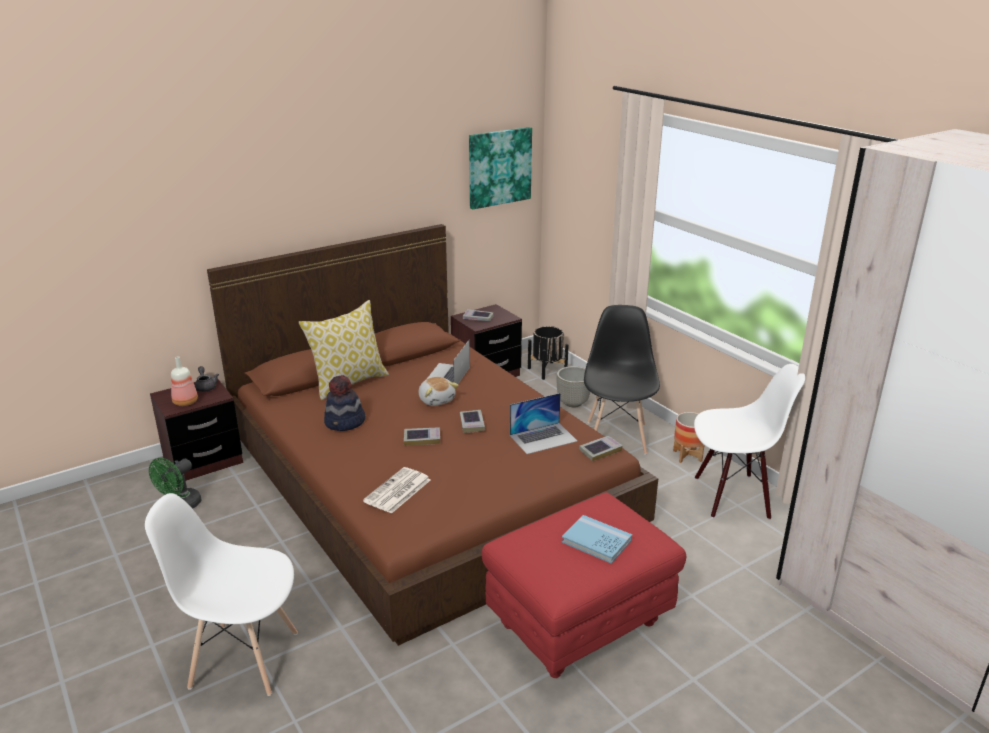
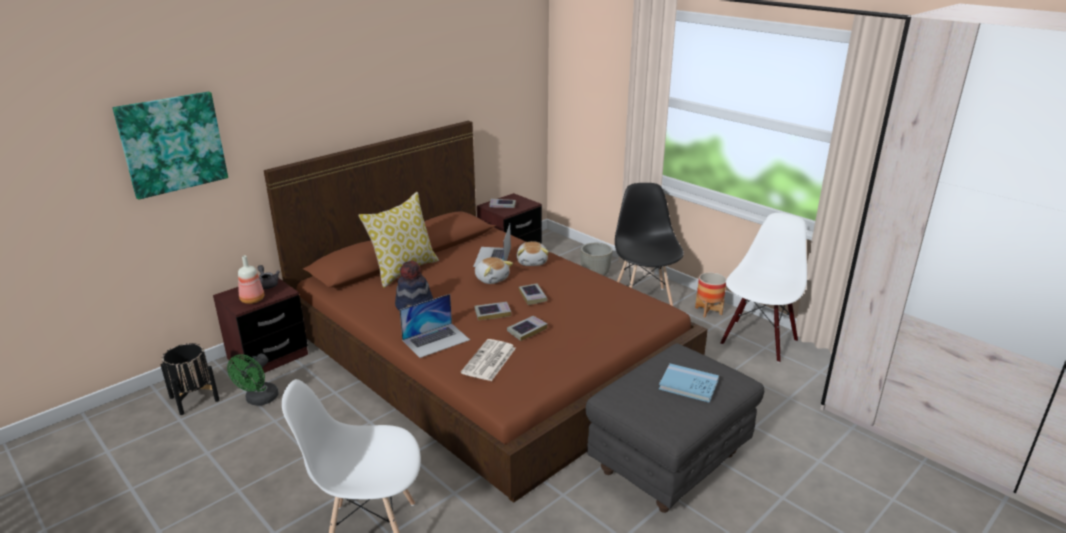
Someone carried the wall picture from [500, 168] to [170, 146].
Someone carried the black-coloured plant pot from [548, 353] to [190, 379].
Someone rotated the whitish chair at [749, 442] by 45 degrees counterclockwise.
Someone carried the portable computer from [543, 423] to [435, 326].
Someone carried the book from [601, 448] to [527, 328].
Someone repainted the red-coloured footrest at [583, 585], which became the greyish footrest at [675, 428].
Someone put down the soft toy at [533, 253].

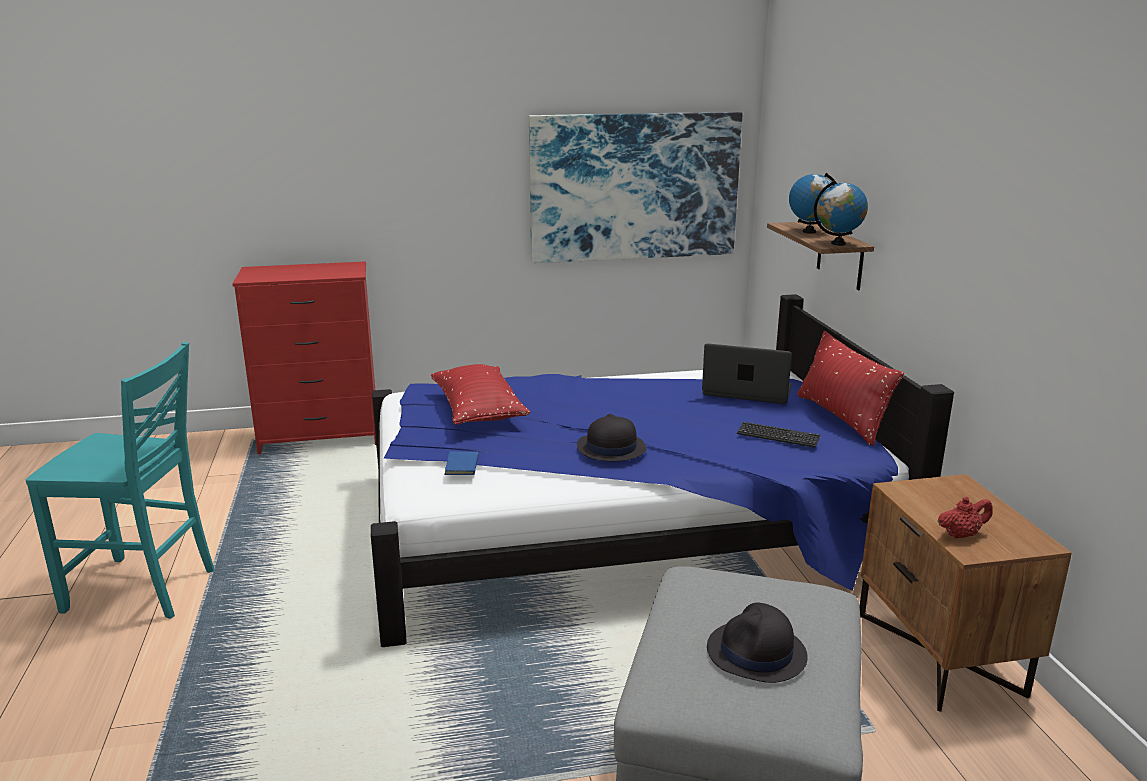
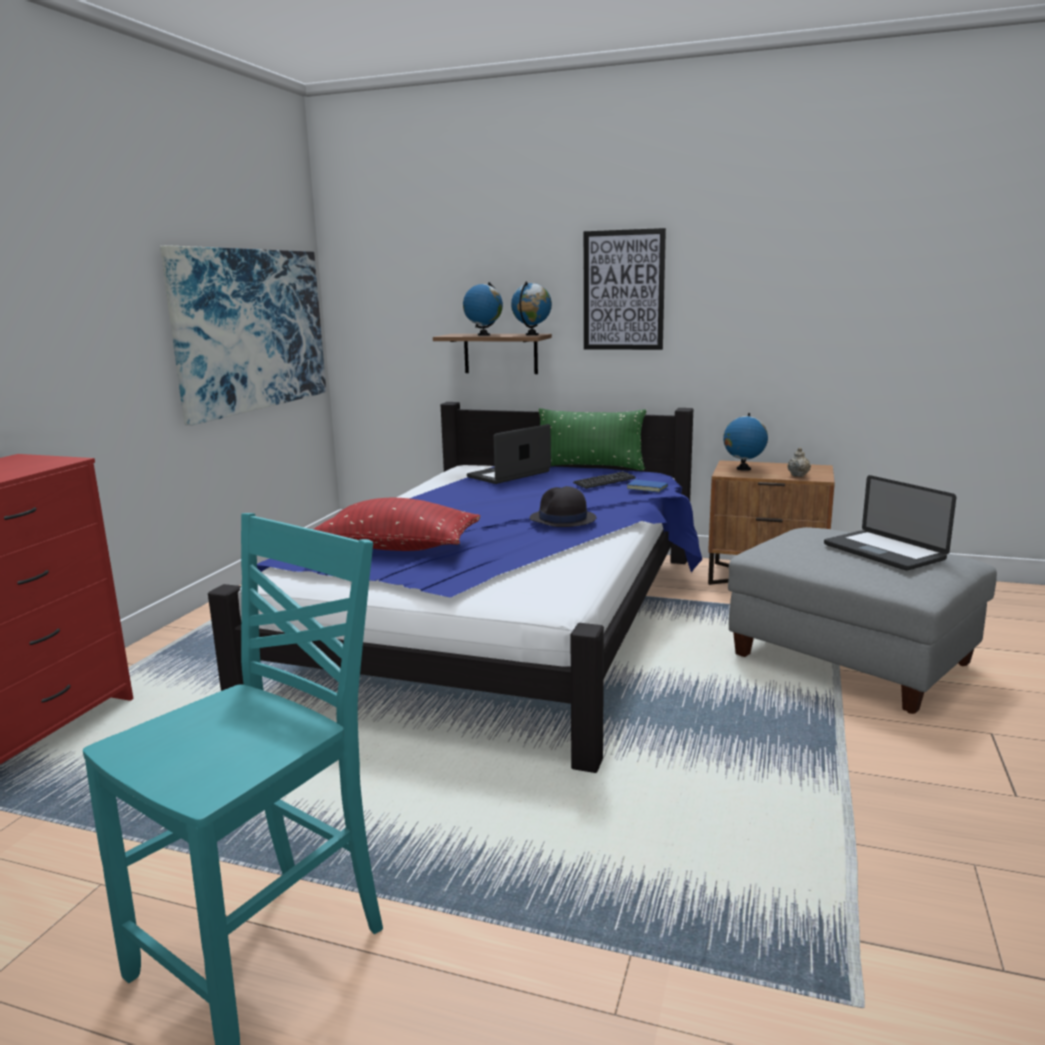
Someone repainted the red-coloured throw pillow at [850, 388], which became the greenish throw pillow at [592, 439].
Someone carried the blue-coloured book from [465, 463] to [647, 485].
Someone repainted the red-coloured tea pot at [965, 518], which became the beige tea pot at [799, 462].
Someone swapped the black-coloured clothing hat at [757, 643] for the portable computer at [890, 523].
Someone put up the wall picture at [625, 289].
Someone put down the globe at [745, 442].

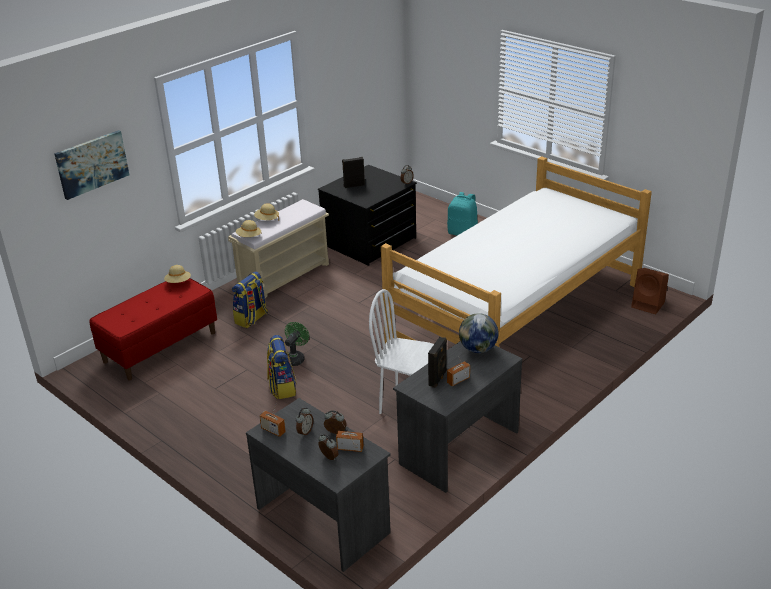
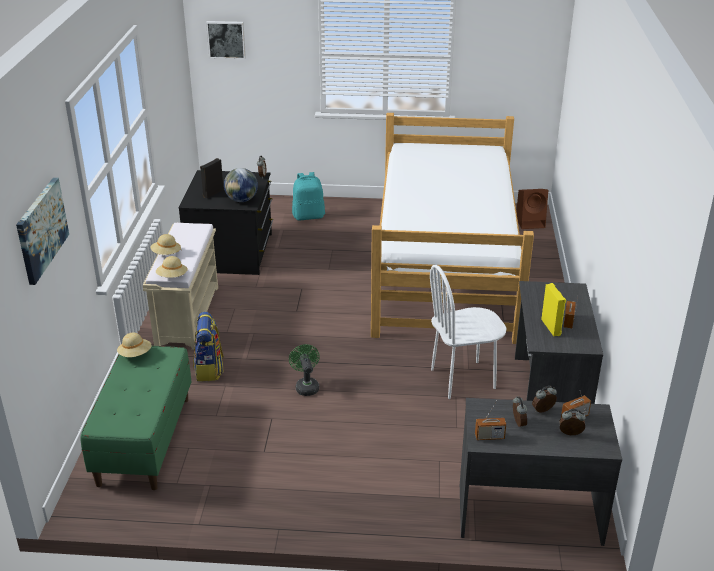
Someone repainted the red-coloured long seat at [153, 329], which became the greenish long seat at [136, 418].
Someone carried the globe from [478, 333] to [241, 185].
Someone took away the knapsack at [282, 367].
Someone repainted the black-coloured loudspeaker at [437, 362], which became the yellow-coloured loudspeaker at [553, 309].
Someone put up the wall picture at [226, 40].

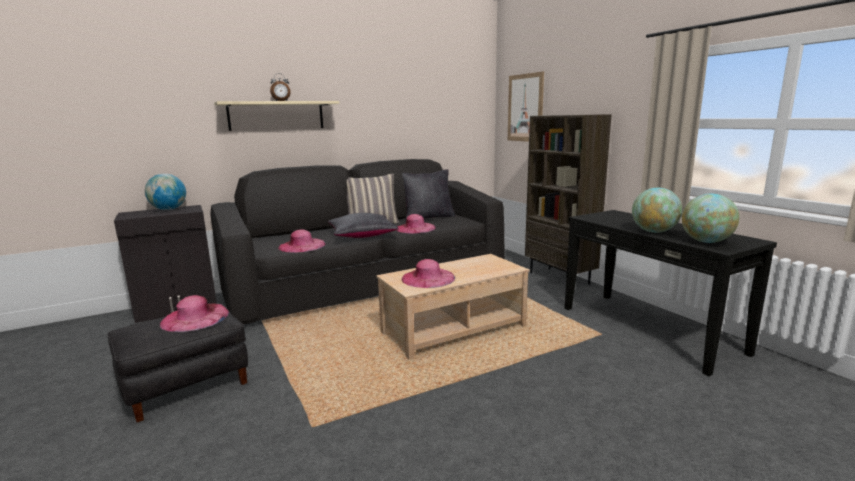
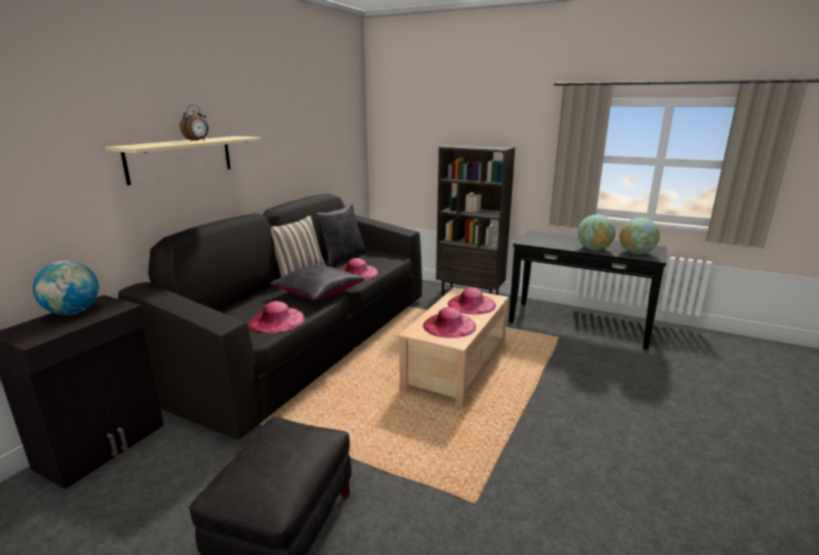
Someone took away the wall picture at [526, 106].
Someone carried the pink-coloured clothing hat from [194, 313] to [472, 301].

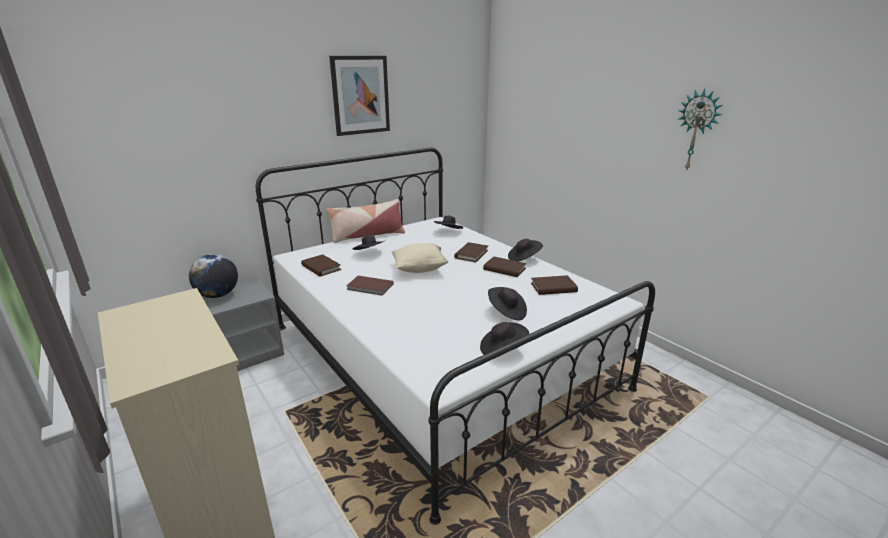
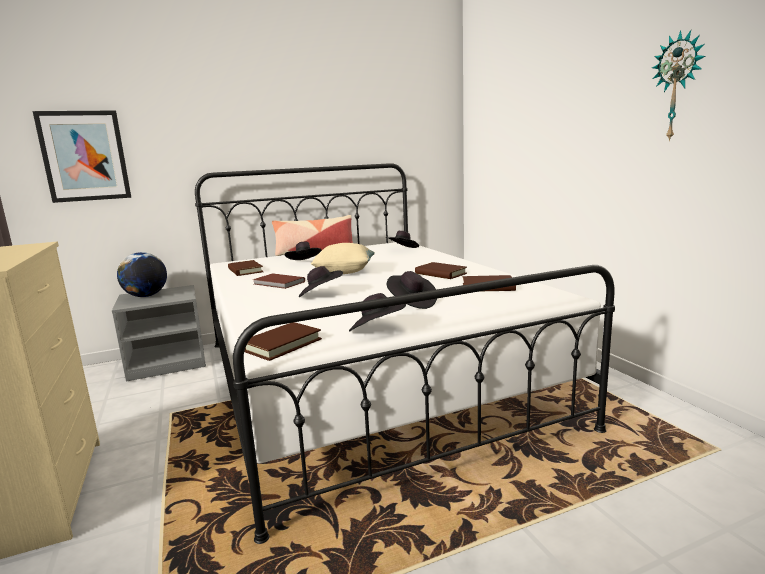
Someone carried the wall picture from [359, 96] to [81, 157].
Someone carried the black-coloured clothing hat from [525, 250] to [321, 281].
Someone carried the brown-coloured book from [471, 252] to [283, 341].

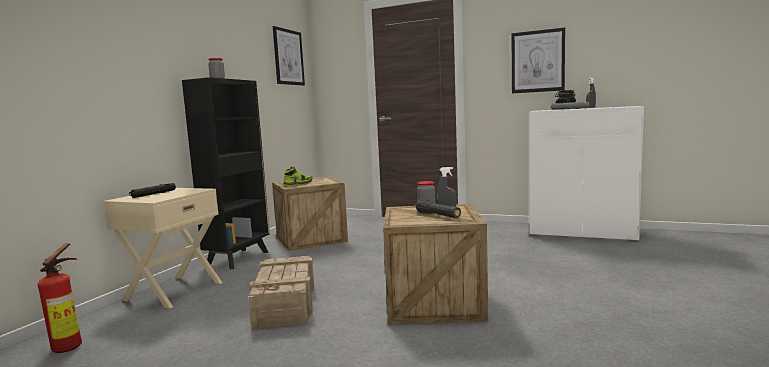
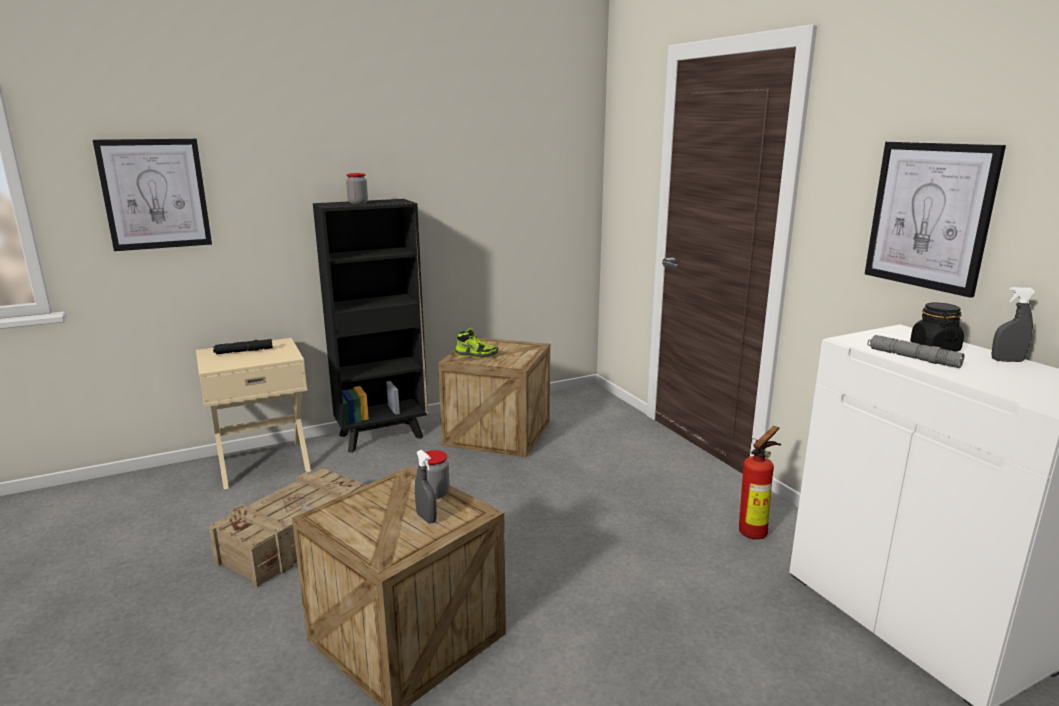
Someone carried the wall picture from [289, 56] to [152, 195].
Someone took away the black-coloured hand torch at [438, 208].
Someone carried the extinguisher from [60, 298] to [760, 482].

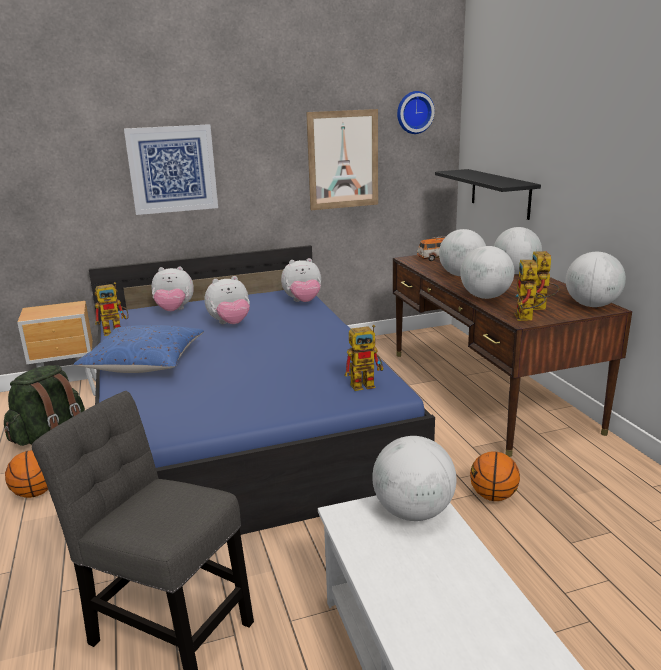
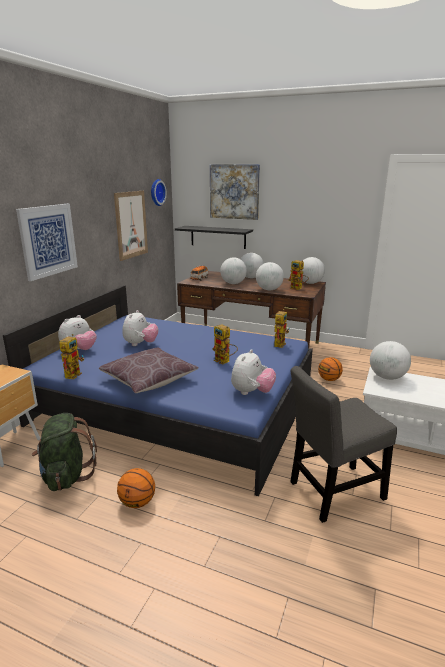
Someone carried the soft toy from [301, 280] to [253, 372].
Someone carried the model robot from [530, 290] to [225, 344].
Someone repainted the blue-coloured throw pillow at [138, 349], which became the brown-coloured throw pillow at [149, 370].
Someone put up the wall picture at [235, 192].

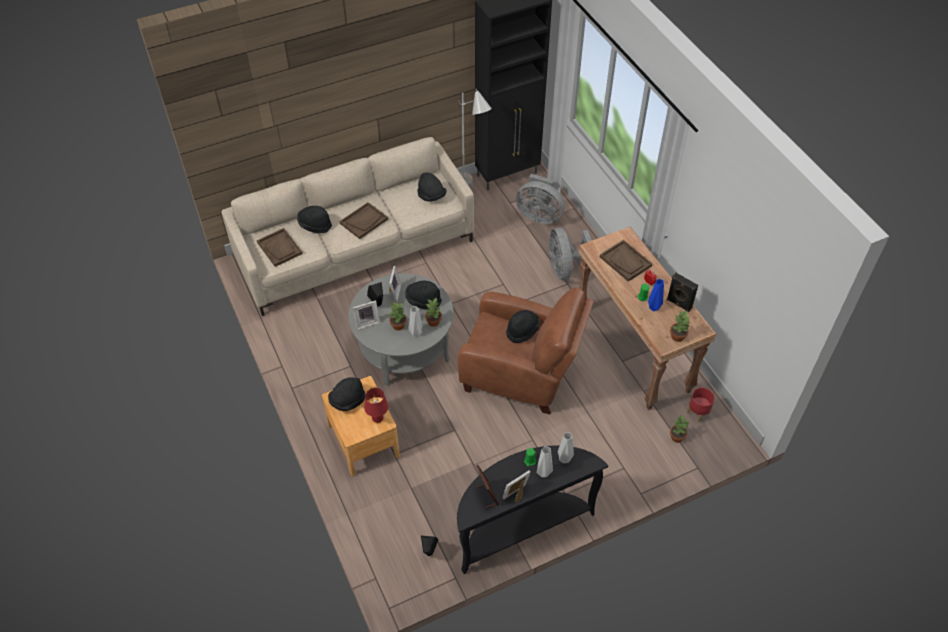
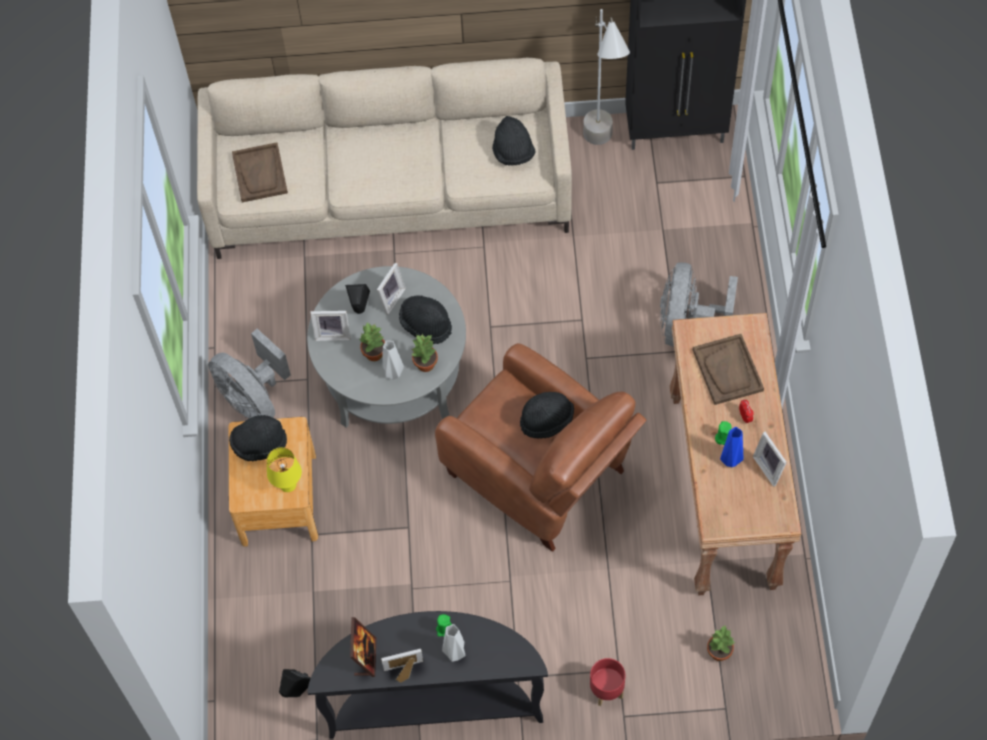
Someone carried the greyish cooling fan from [540, 199] to [249, 374].
Someone took away the brown-coloured carrying tray at [364, 220].
Someone took away the black-coloured clothing hat at [314, 220].
Someone swapped the black-coloured loudspeaker at [682, 292] for the picture frame at [770, 459].
Someone took away the houseplant at [680, 326].
Someone carried the red-coloured plant pot from [701, 405] to [608, 682].
Someone repainted the red-coloured lamp for a table at [376, 405], which became the yellow-coloured lamp for a table at [284, 469].
Someone took away the greyish vase at [566, 448].

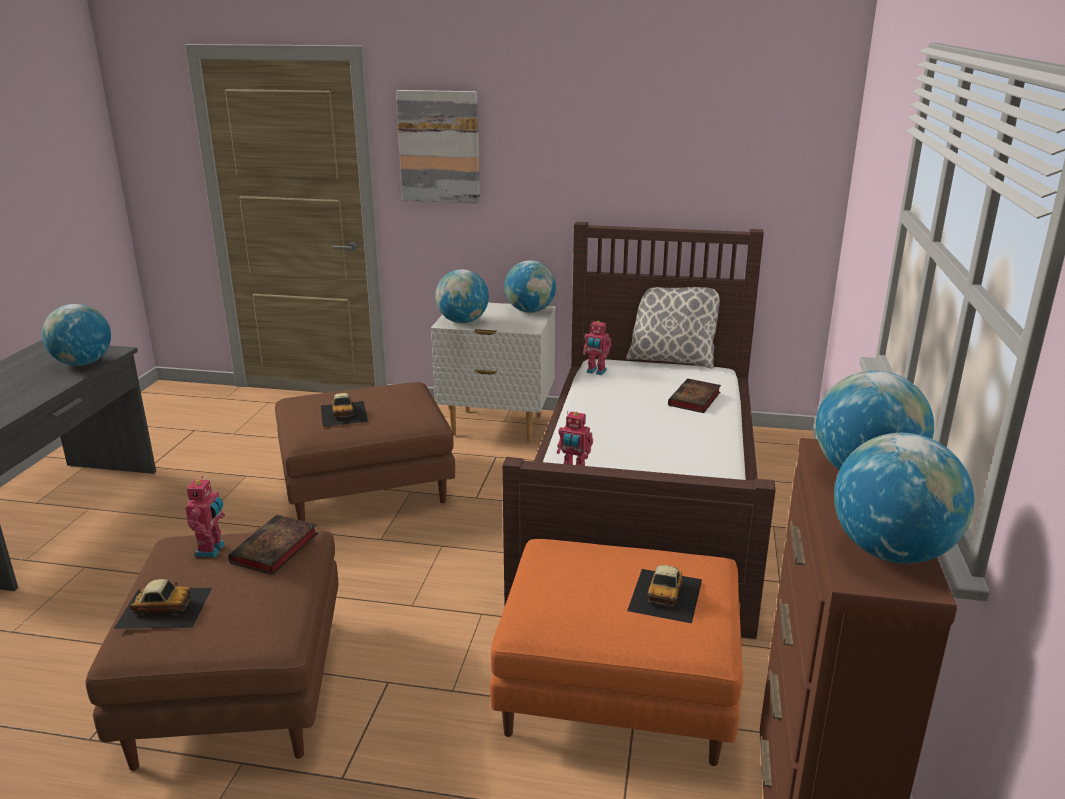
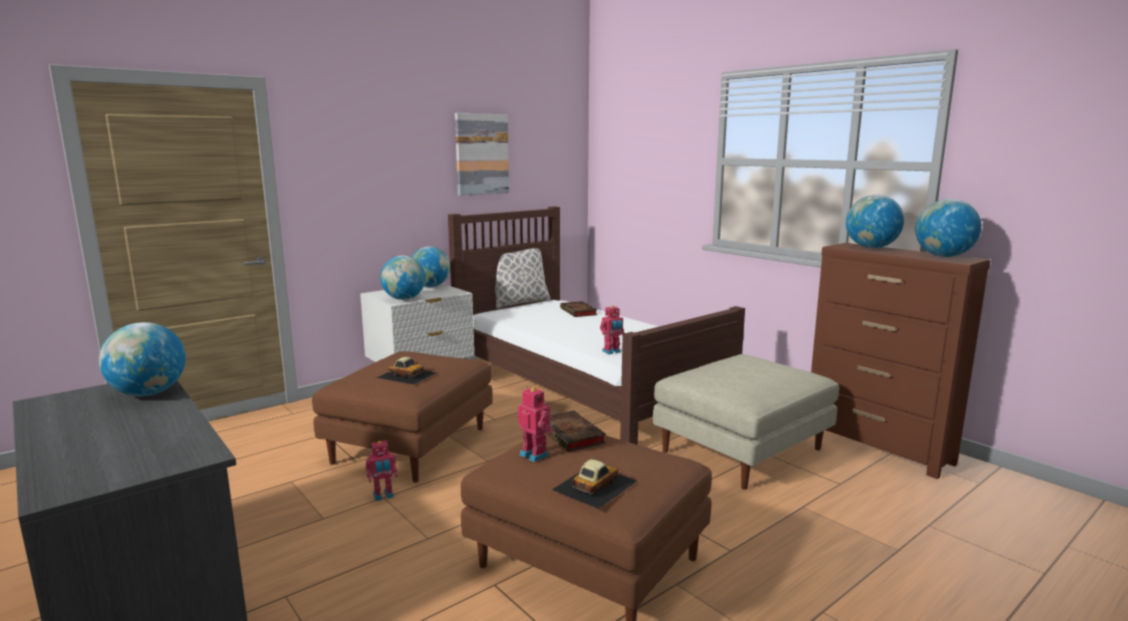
Someone carried the wall picture from [438, 146] to [482, 154].
Someone carried the model robot from [597, 348] to [381, 471].
Someone repainted the orange-coloured footrest at [616, 652], which became the beige footrest at [746, 422].
Someone took away the miniature car at [664, 594].

